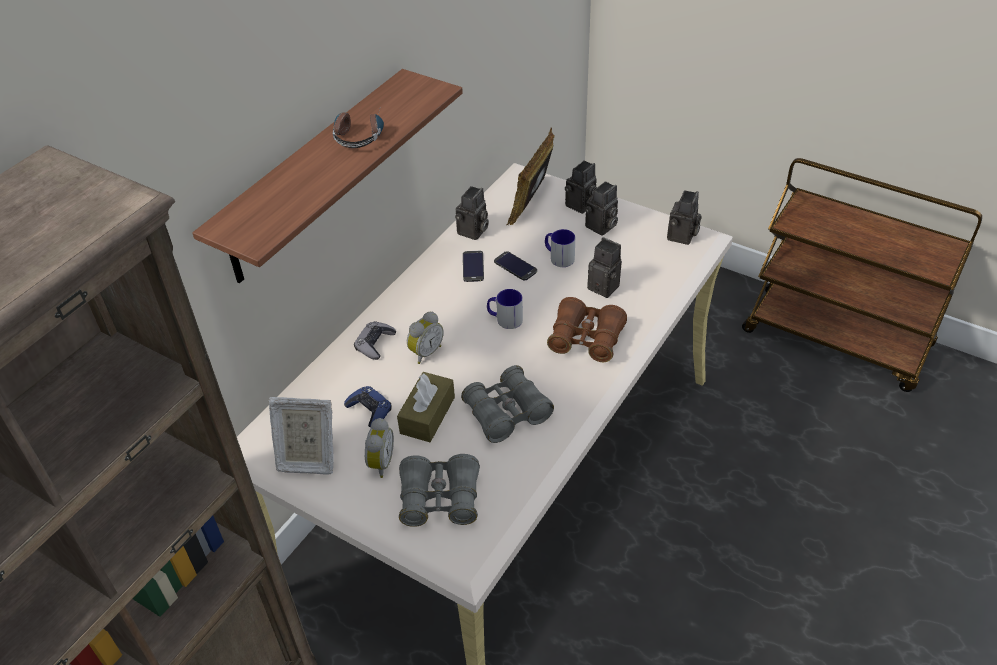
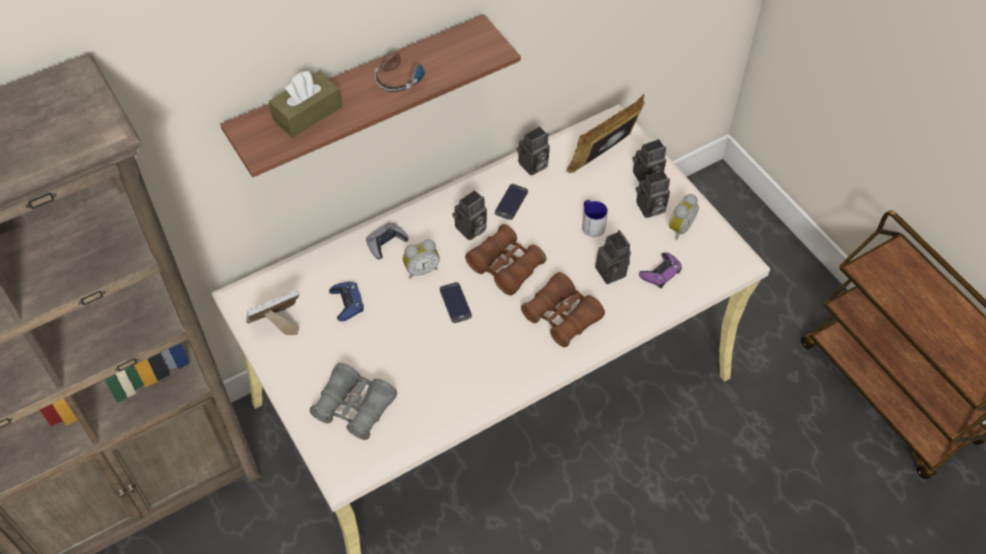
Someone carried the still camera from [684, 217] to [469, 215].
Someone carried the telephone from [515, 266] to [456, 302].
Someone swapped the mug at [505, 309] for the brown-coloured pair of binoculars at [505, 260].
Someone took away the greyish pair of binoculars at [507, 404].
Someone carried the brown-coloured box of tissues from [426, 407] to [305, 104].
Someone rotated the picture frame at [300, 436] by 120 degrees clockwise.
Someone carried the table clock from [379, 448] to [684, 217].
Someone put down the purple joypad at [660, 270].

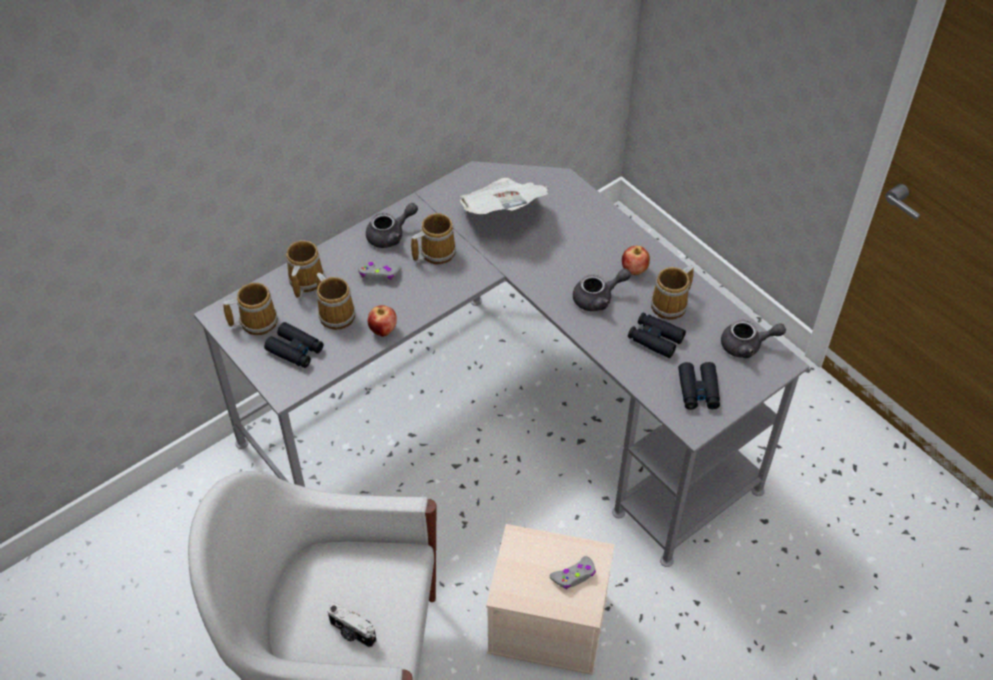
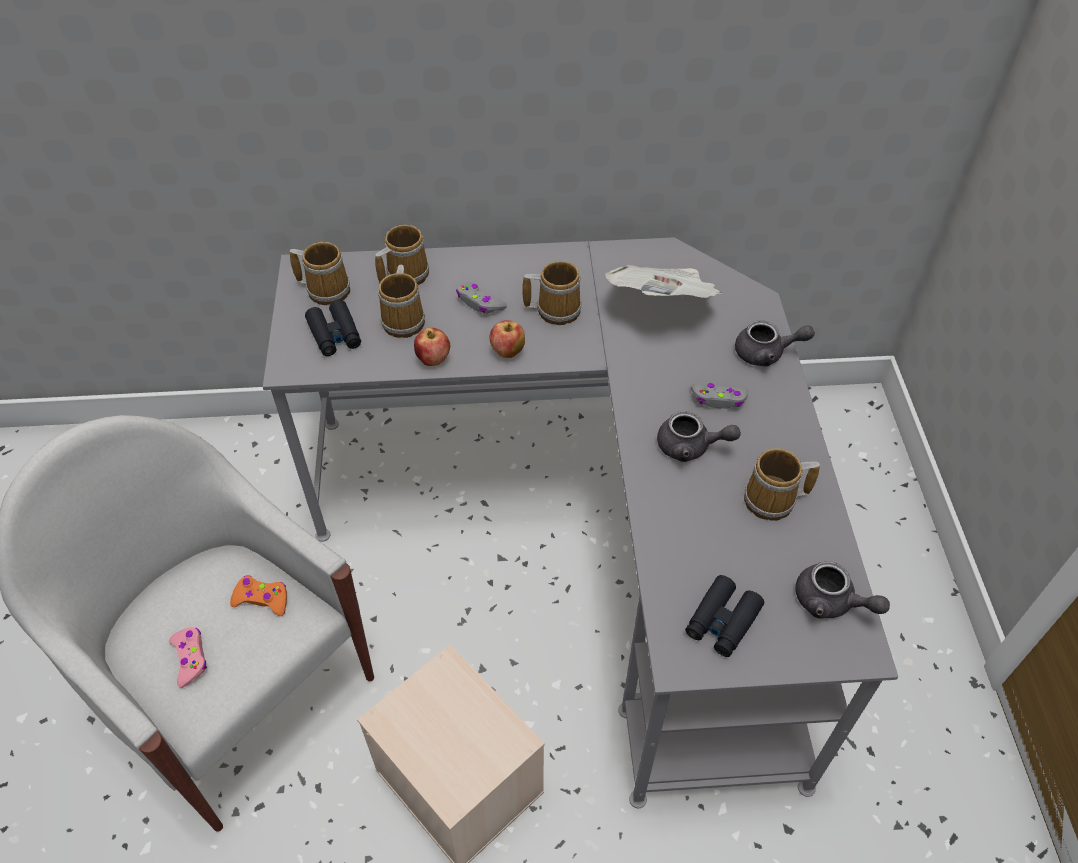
Someone carried the greyish tea pot from [392, 225] to [775, 343].
Someone carried the whole apple from [636, 260] to [507, 339].
Someone took away the black-coloured pair of binoculars at [657, 335].
Someone carried the greyish joypad from [572, 572] to [719, 396].
Someone swapped the still camera at [352, 625] for the pink-coloured joypad at [188, 658].
Someone put down the orange-coloured joypad at [258, 595].

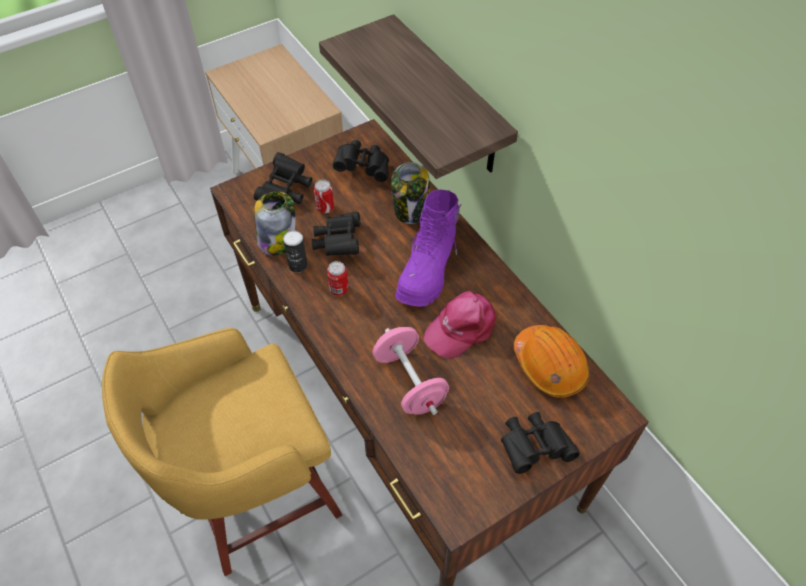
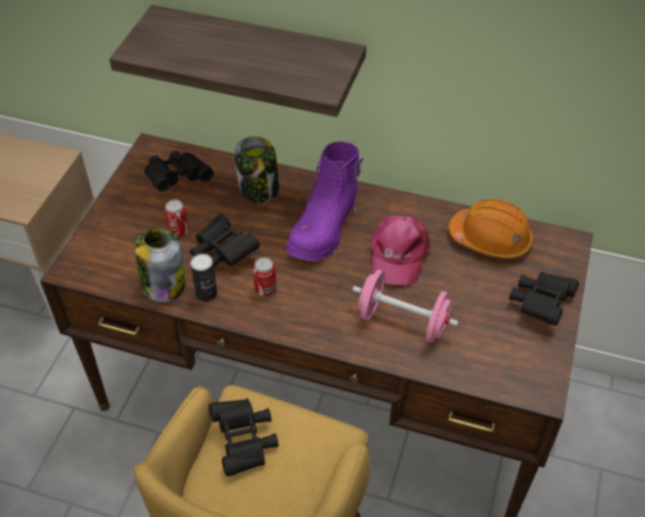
Someone carried the black-coloured pair of binoculars from [283, 178] to [243, 437].
Someone rotated the purple boot at [428, 248] by 45 degrees clockwise.

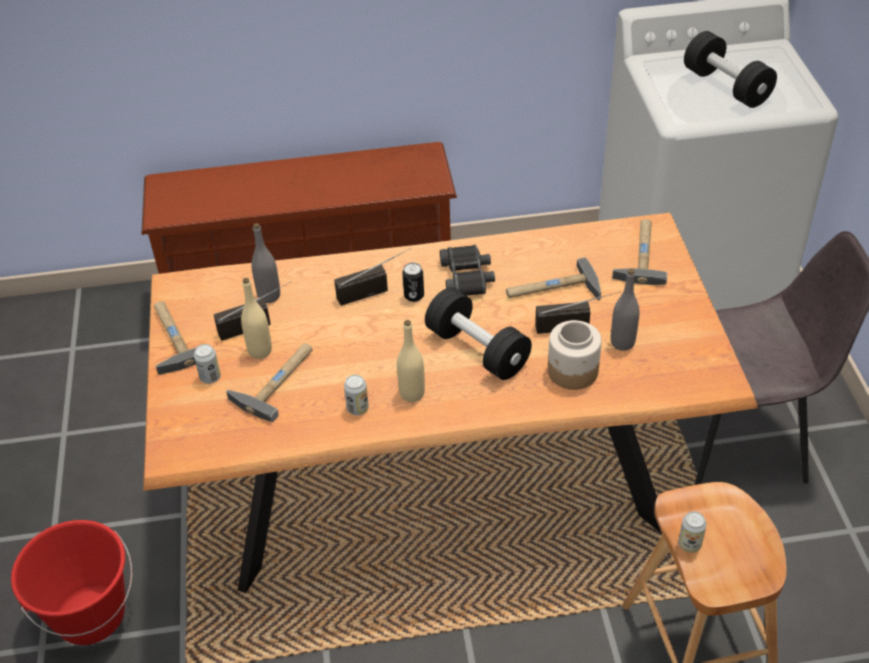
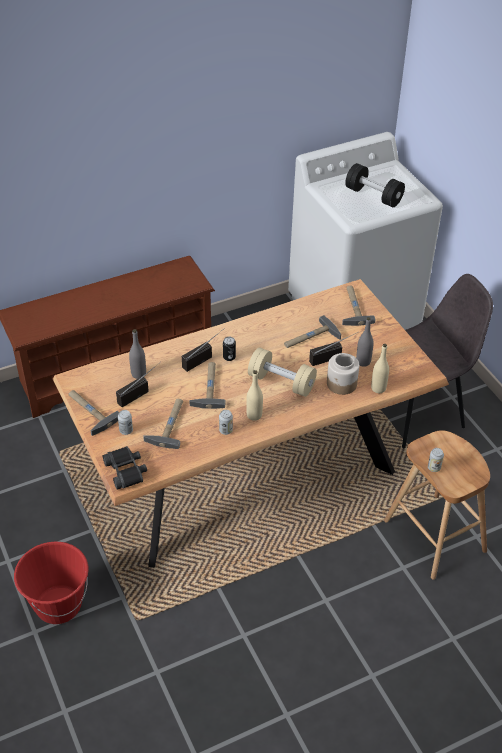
Someone carried the black-coloured pair of binoculars from [467, 270] to [125, 467].
Someone carried the beige bottle from [256, 318] to [380, 368].
Someone repainted the black-coloured free weight at [478, 334], which became the beige free weight at [282, 372].
Someone put down the hand hammer at [207, 385].

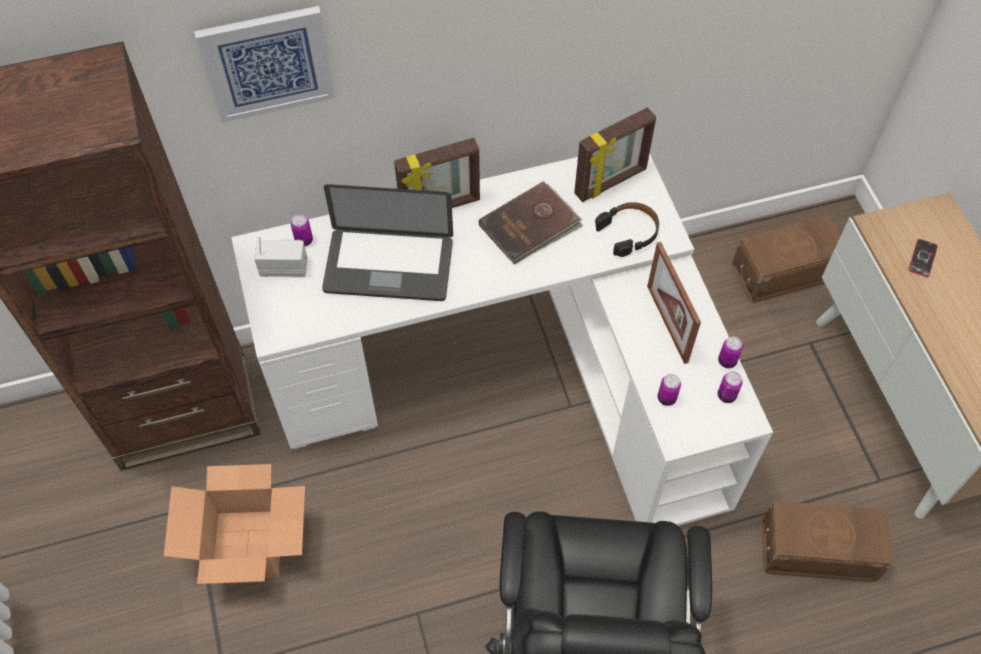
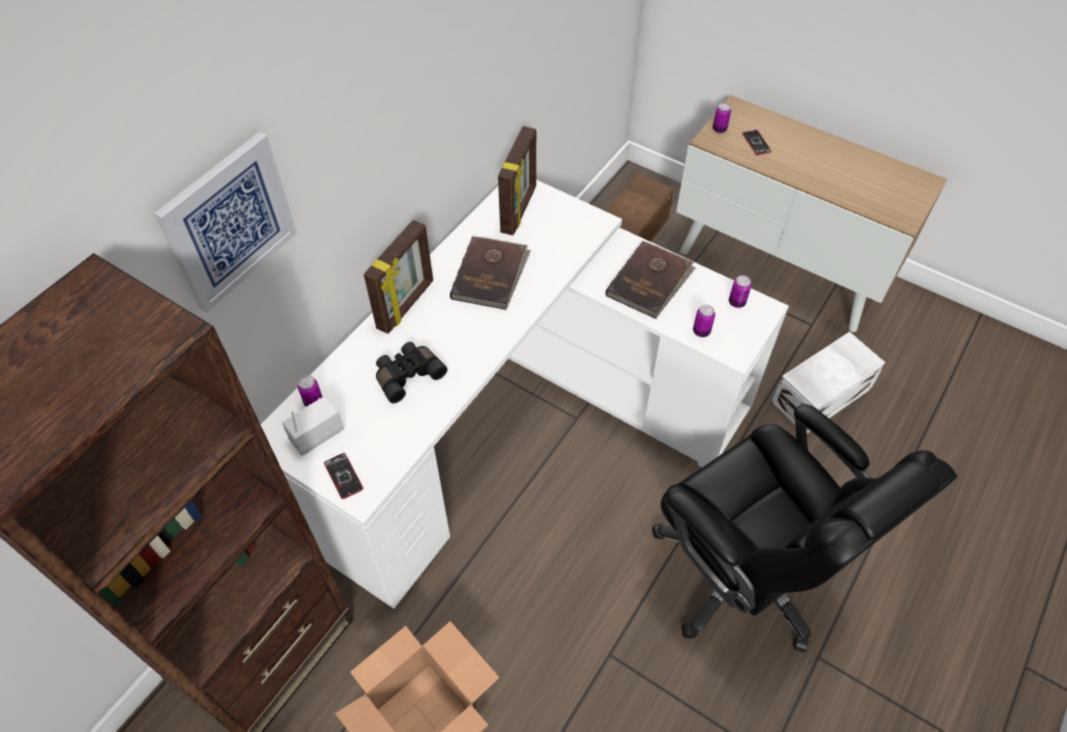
Someone swapped the portable computer at [387, 242] for the black-coloured pair of binoculars at [412, 372].
Someone took away the black-coloured headphones at [627, 229].
Someone swapped the picture frame at [674, 303] for the brown-coloured book at [651, 280].
Someone carried the metal can from [730, 352] to [722, 118].
Someone repainted the brown-coloured storage bin at [827, 541], which became the whitish storage bin at [828, 383].
Someone put down the telephone at [343, 476].

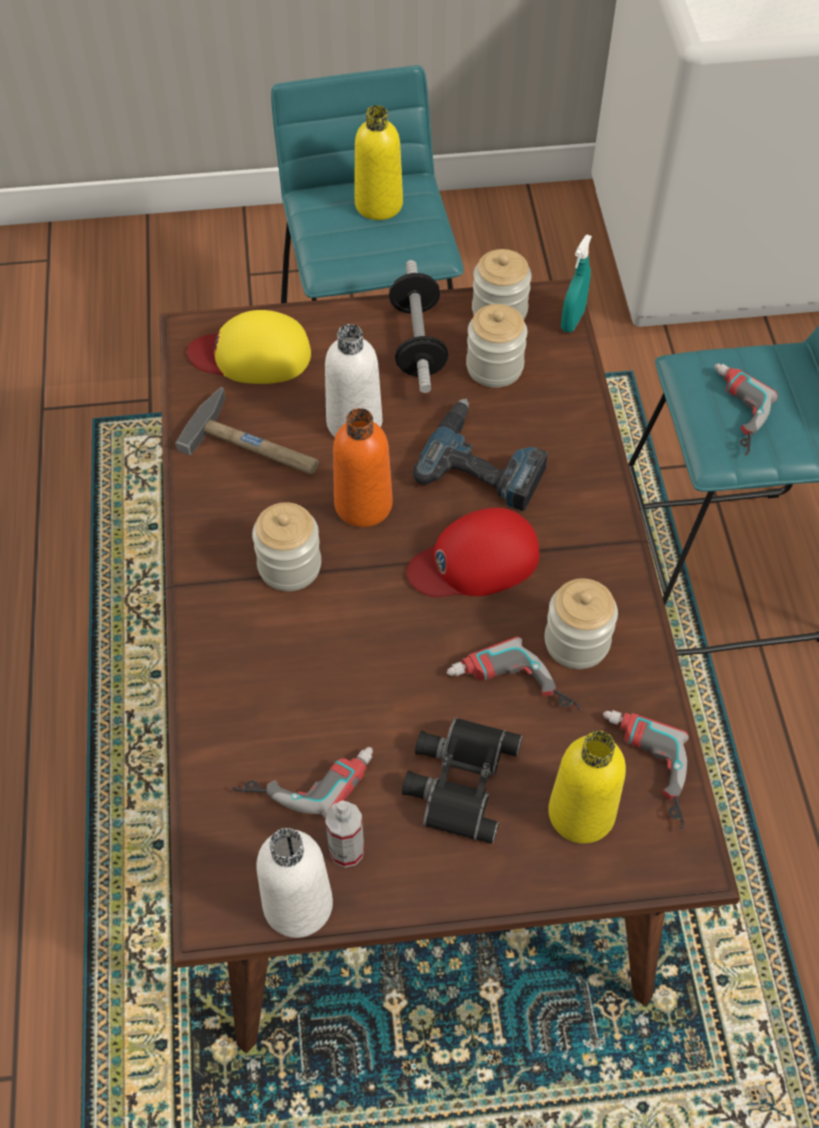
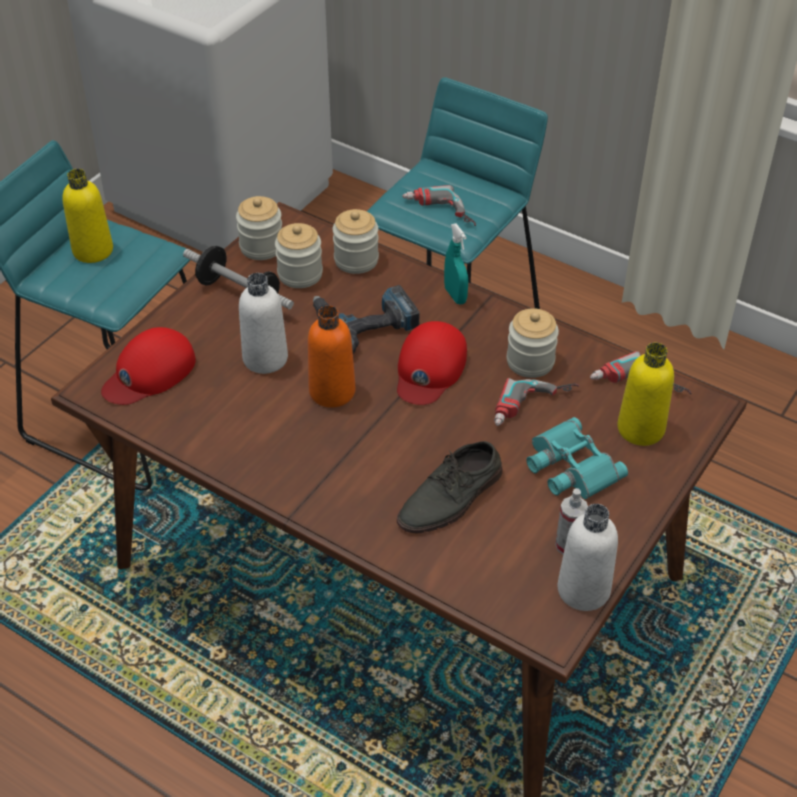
Someone carried the blue-green hand sprayer from [576, 283] to [456, 264].
Someone repainted the yellow-coloured baseball cap at [249, 347], which became the red-coloured baseball cap at [148, 366].
Someone took away the hand hammer at [247, 431].
Someone carried the storage jar from [286, 546] to [356, 241].
Someone repainted the black-coloured pair of binoculars at [462, 780], which became the blue-green pair of binoculars at [577, 458].
Someone took away the power drill at [302, 784].
Someone put down the greyish item of footwear at [450, 487].

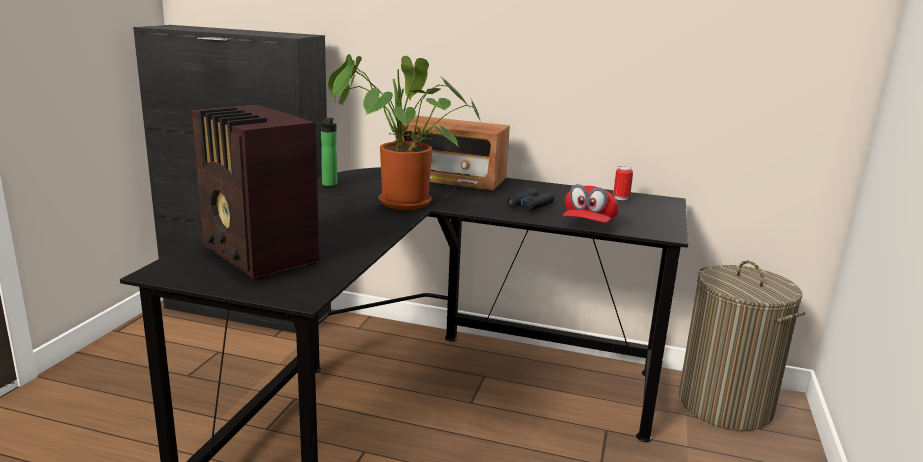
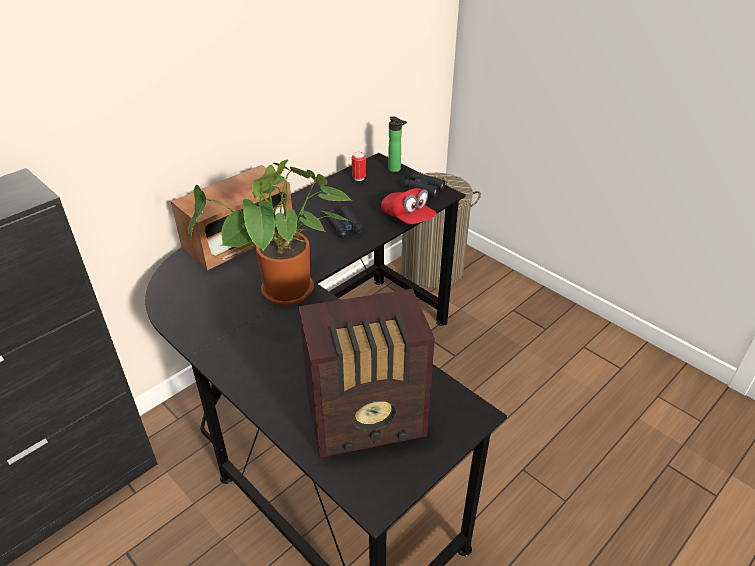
Someone carried the bottle from [328, 152] to [397, 144].
Someone put down the black-coloured pair of binoculars at [424, 184].

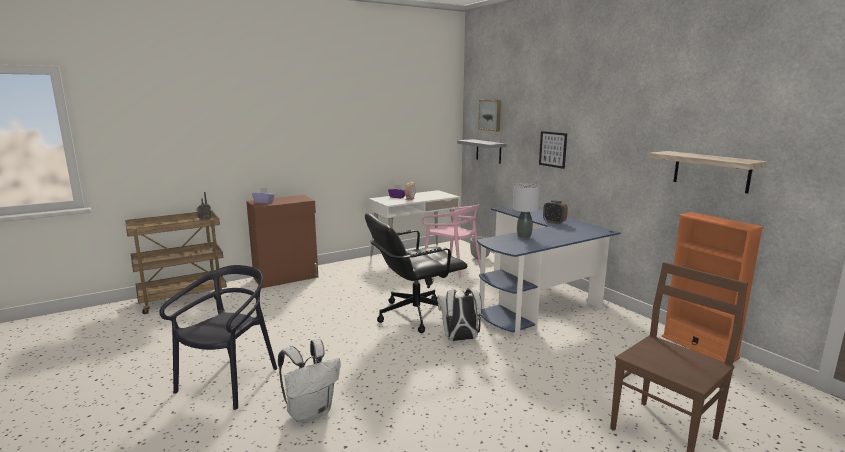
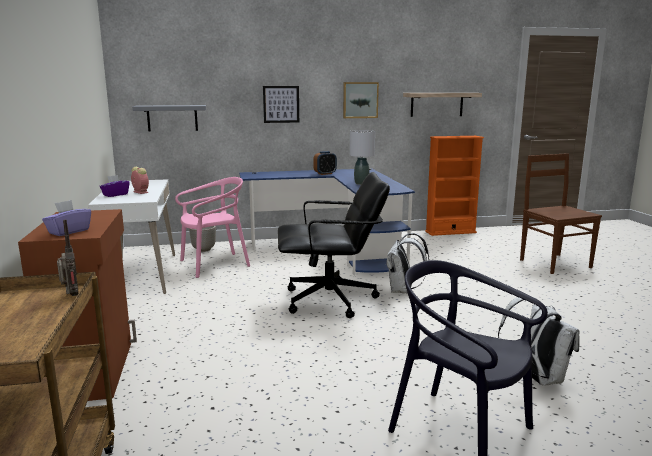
Someone carried the wall picture from [489, 116] to [361, 100].
Someone rotated the black-coloured desk chair at [416, 273] by 90 degrees counterclockwise.

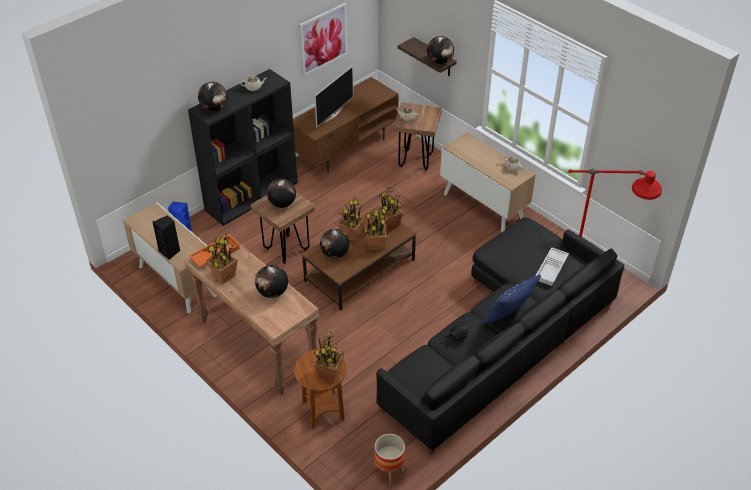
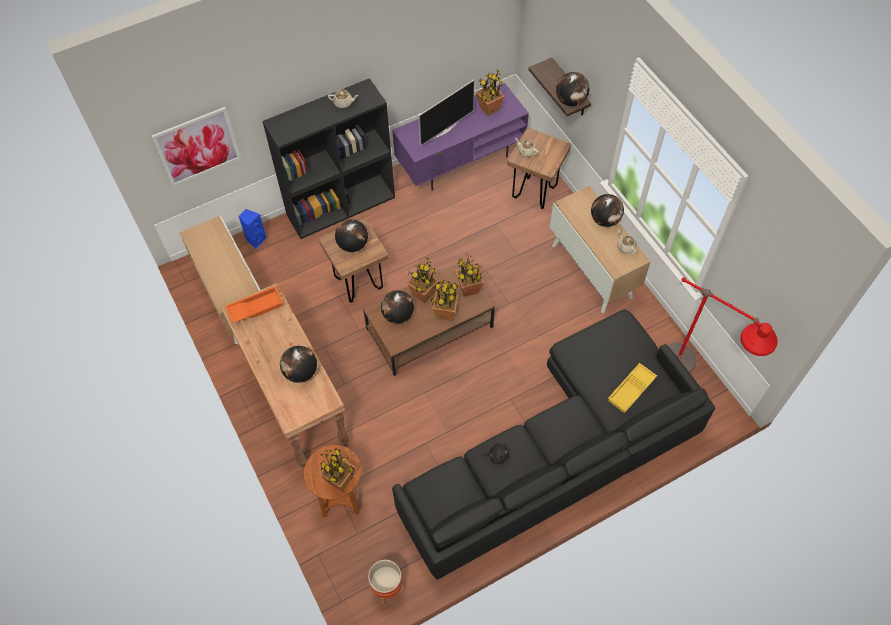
Someone carried the wall picture from [323, 40] to [196, 147].
Someone repainted the brown-coloured media console at [346, 125], which became the purple media console at [460, 137].
Someone carried the globe from [213, 96] to [607, 210].
Someone took away the black-coloured loudspeaker at [166, 237].
Someone carried the houseplant from [222, 258] to [490, 92].
Someone repainted the whitish carrying tray at [552, 266], which became the yellow-coloured carrying tray at [632, 388].
Someone took away the blue-coloured throw pillow at [511, 300].

